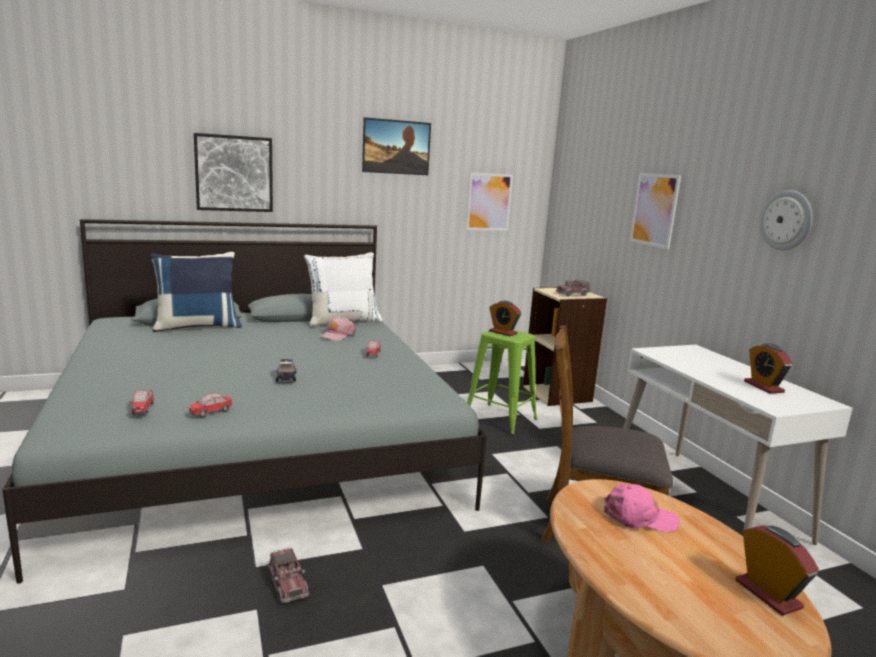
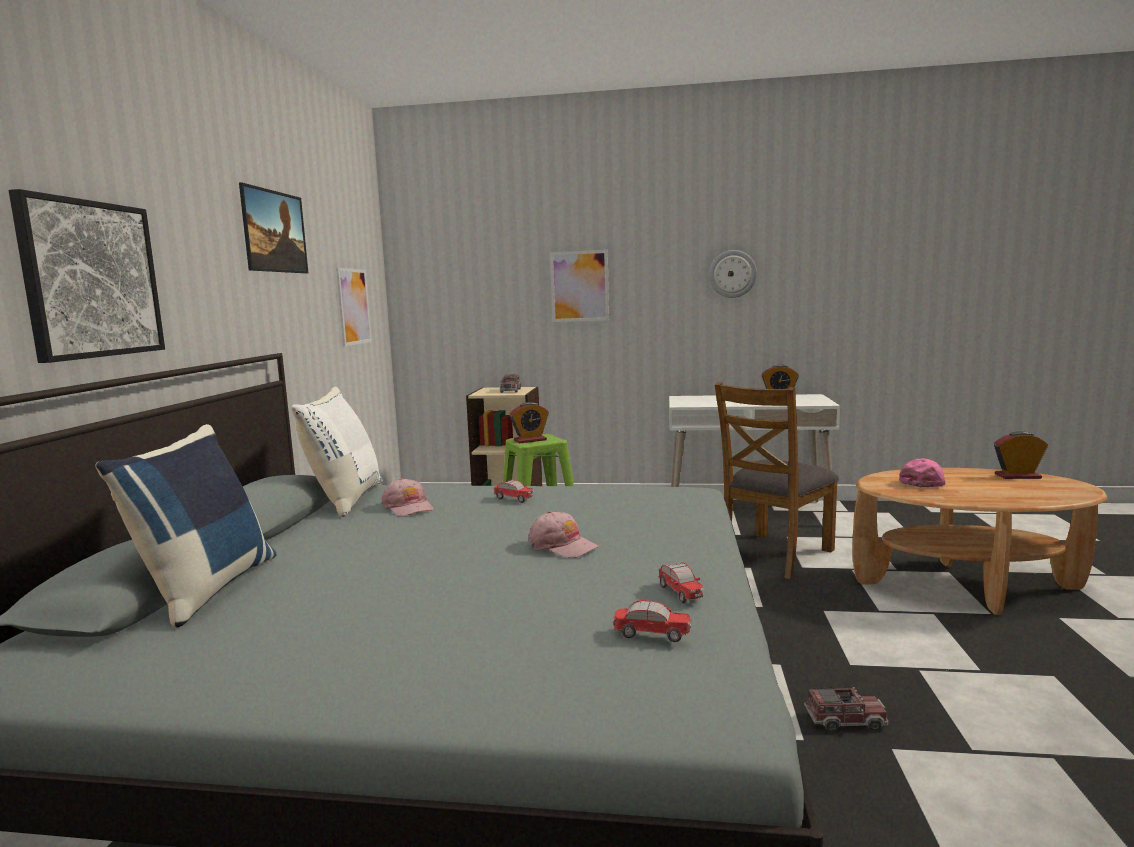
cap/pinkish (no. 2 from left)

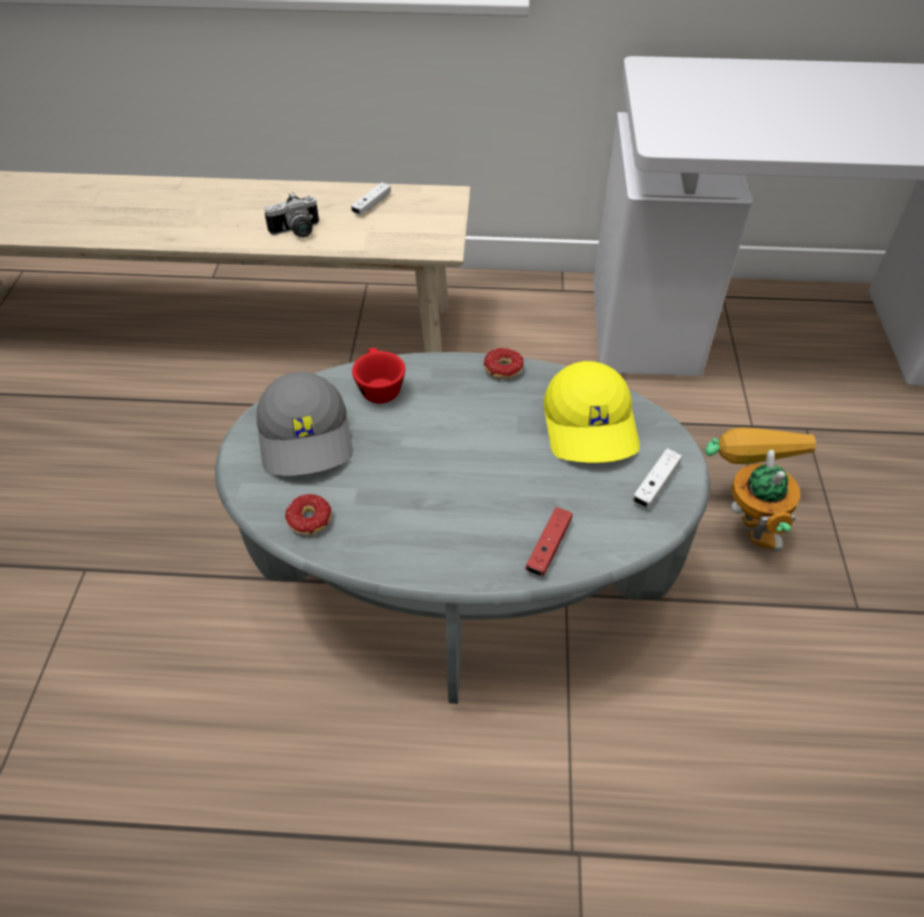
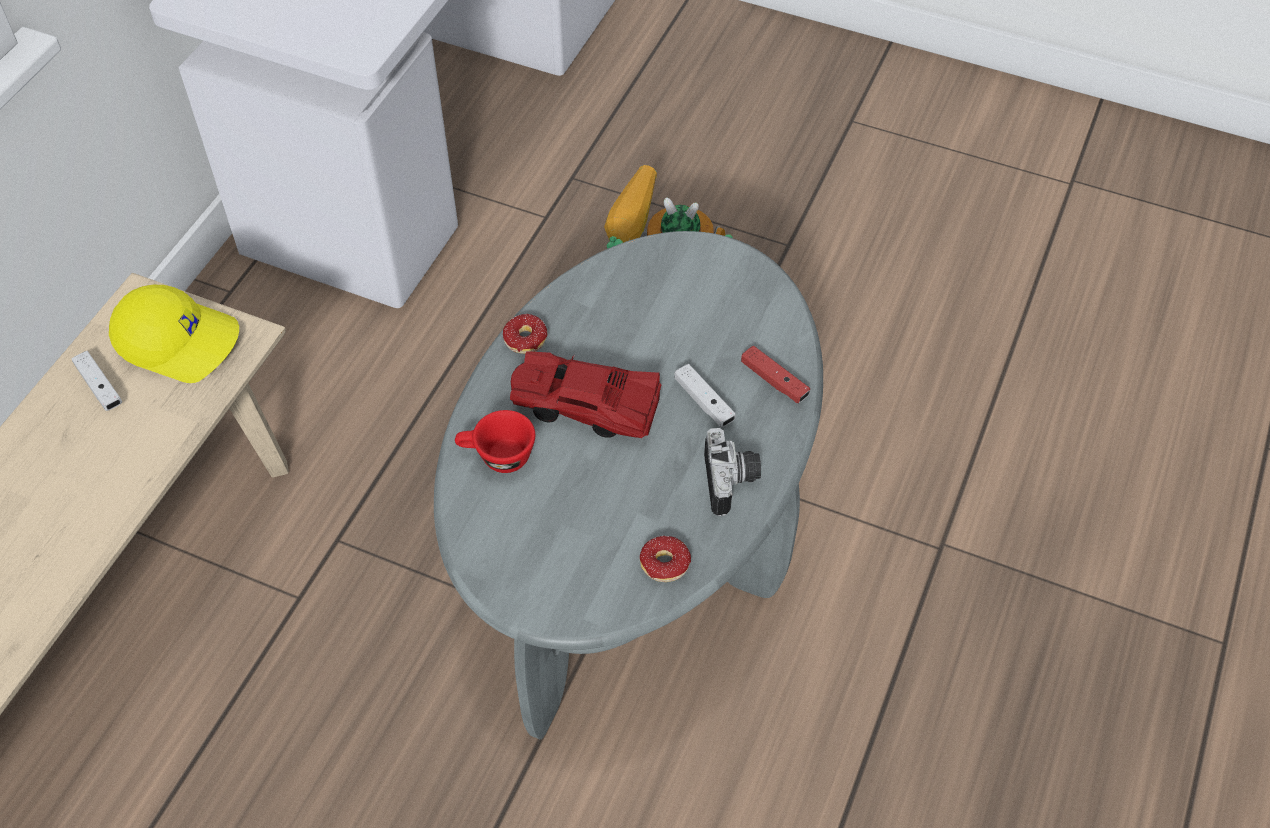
cap/yellow
miniature car/red-coloured
joypad/white (no. 2 from left)
photo camera
cap/greyish

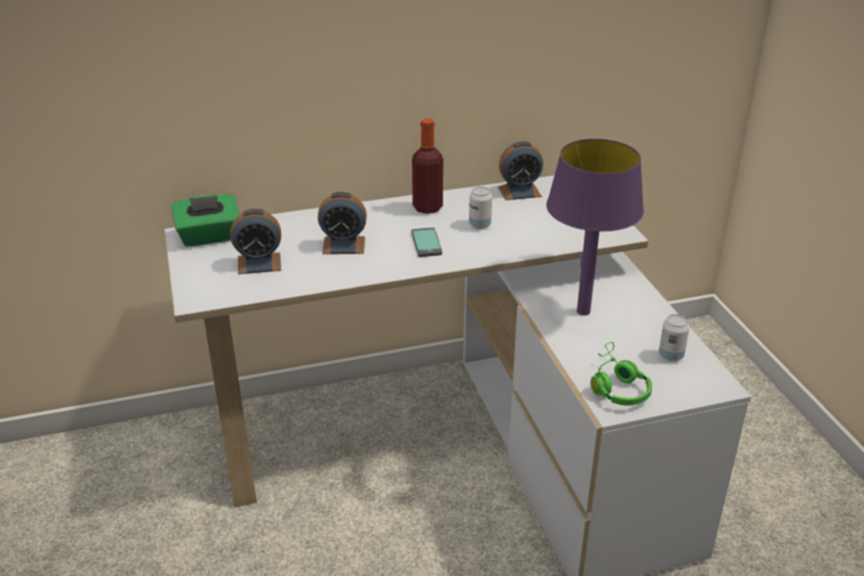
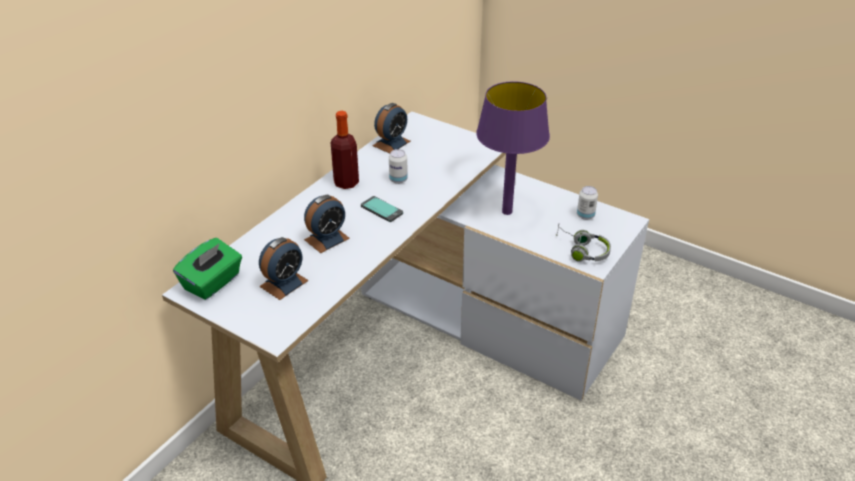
pair of headphones/greyish

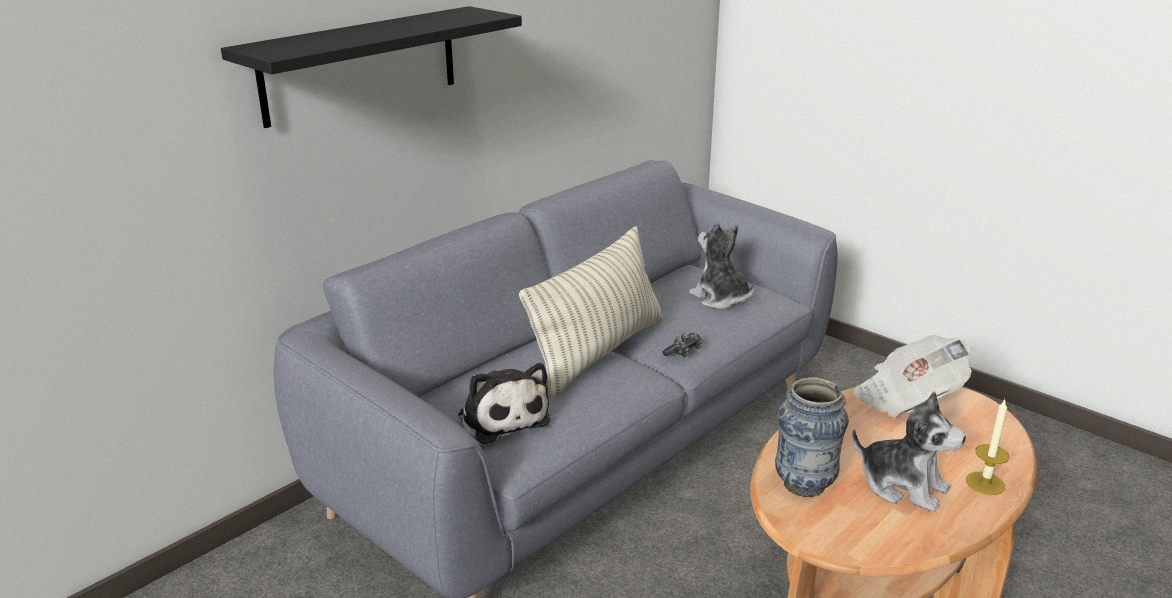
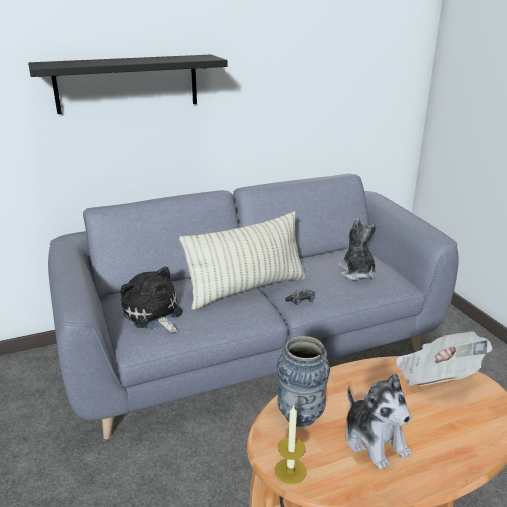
soft toy (no. 1 from left)
candle

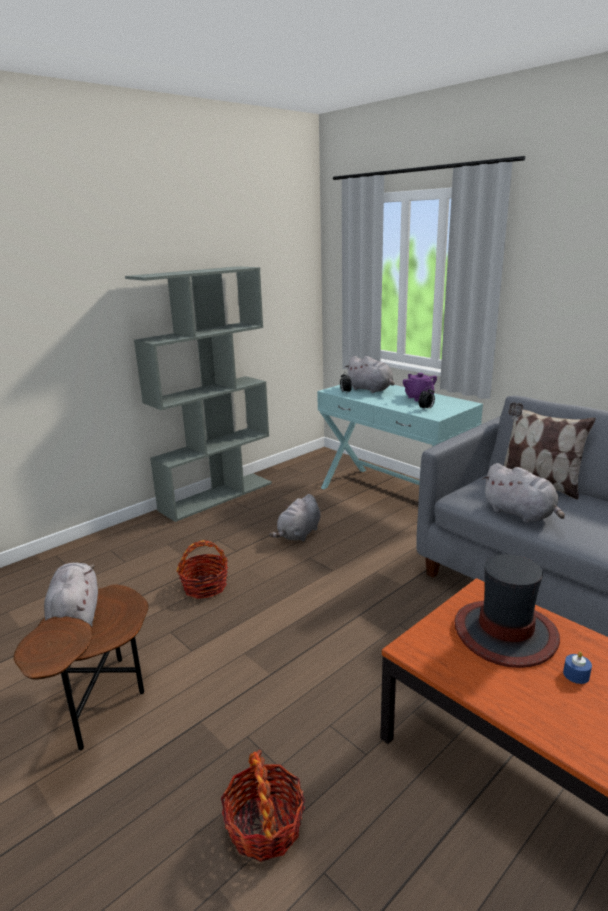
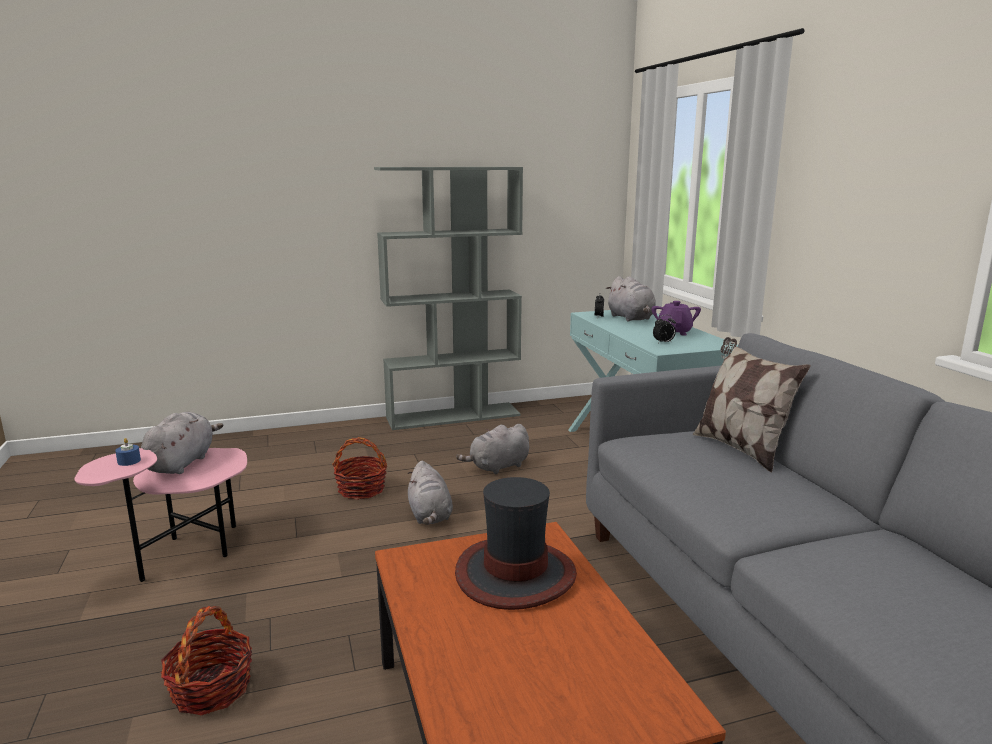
end table/pinkish
candle/blue-coloured
soft toy/greyish (no. 2 from left)

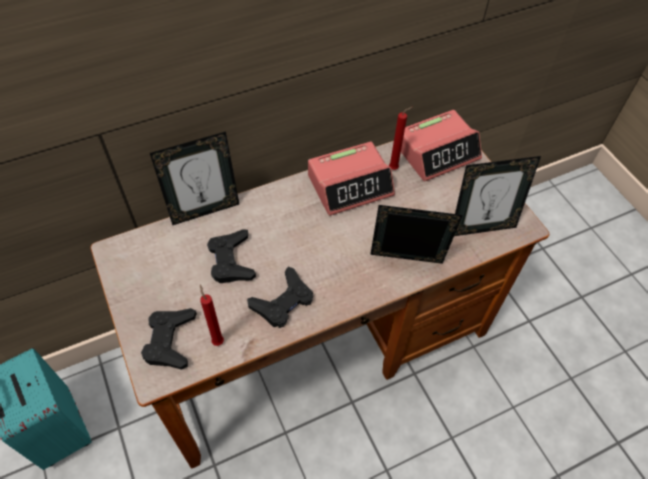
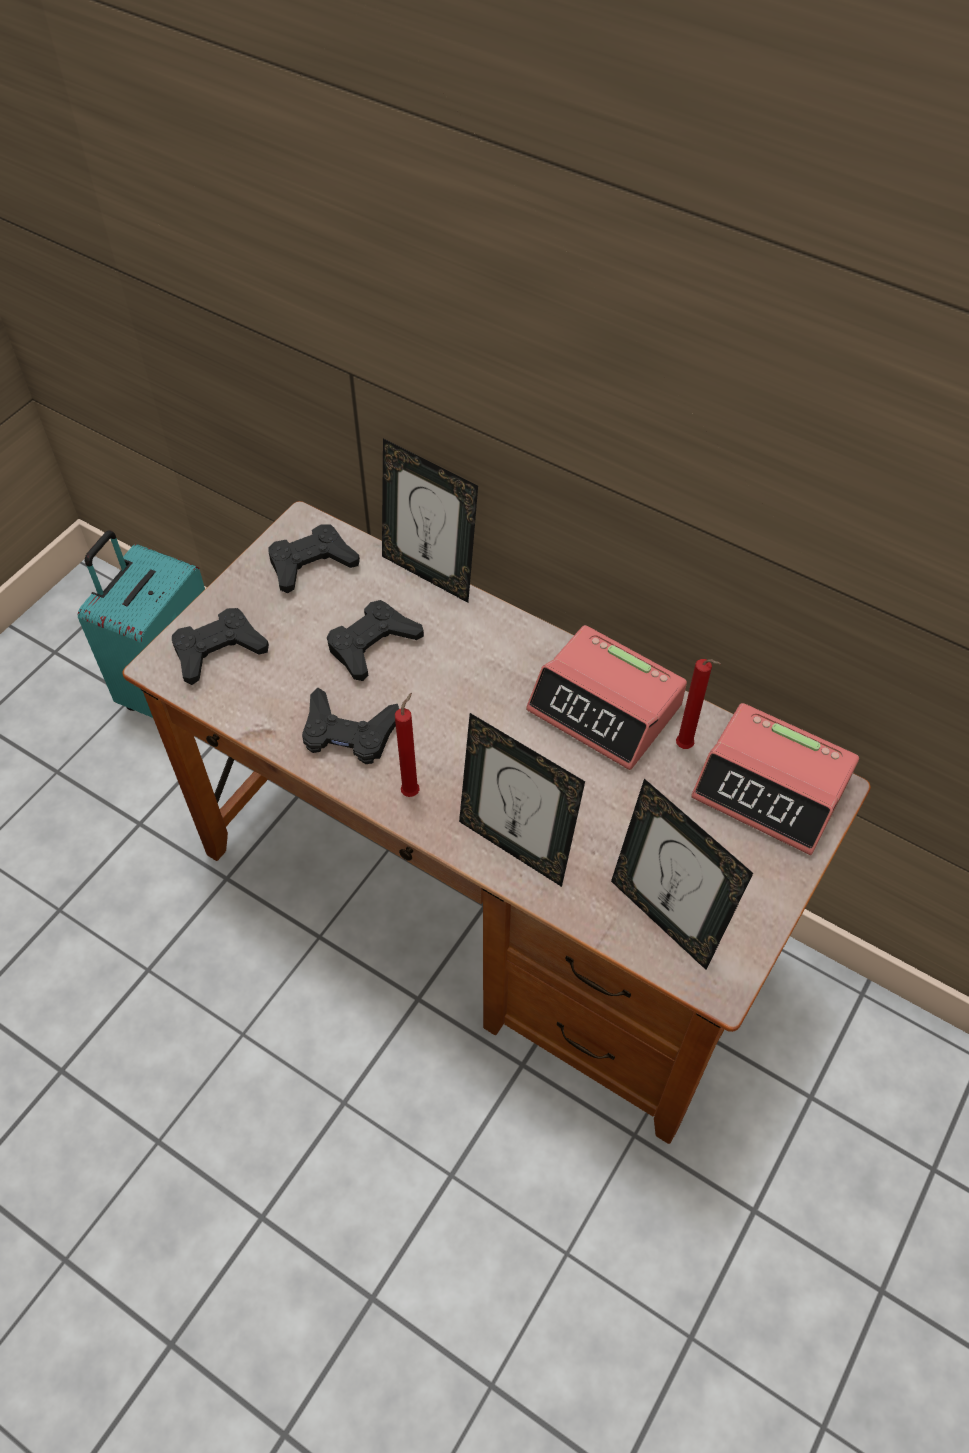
joypad/blackish (no. 2 from left)
candle/red-coloured (no. 1 from left)
picture frame (no. 2 from left)

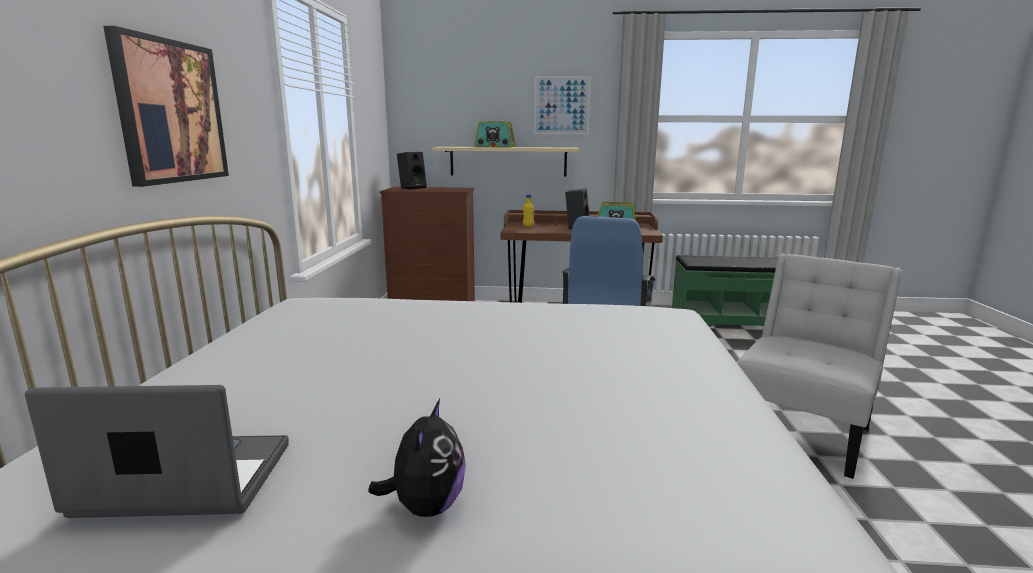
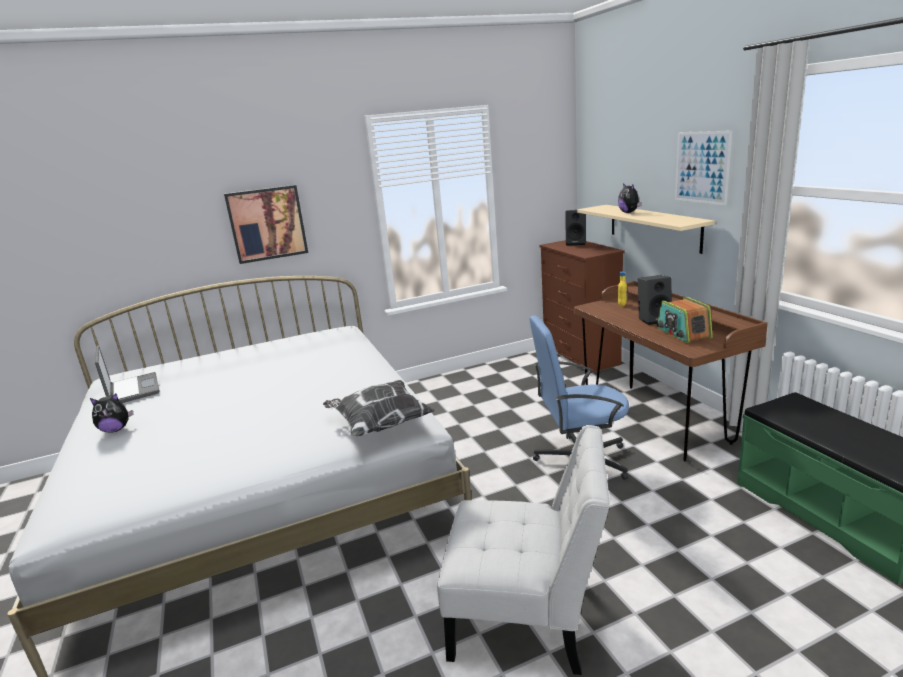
pillow
soft toy (no. 2 from left)

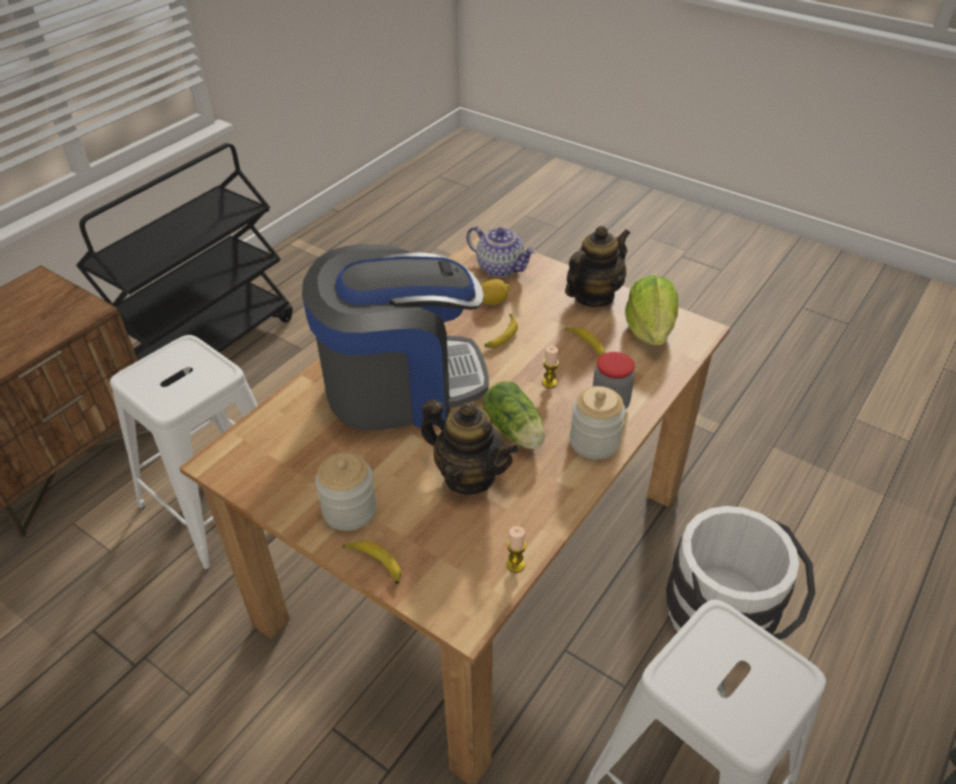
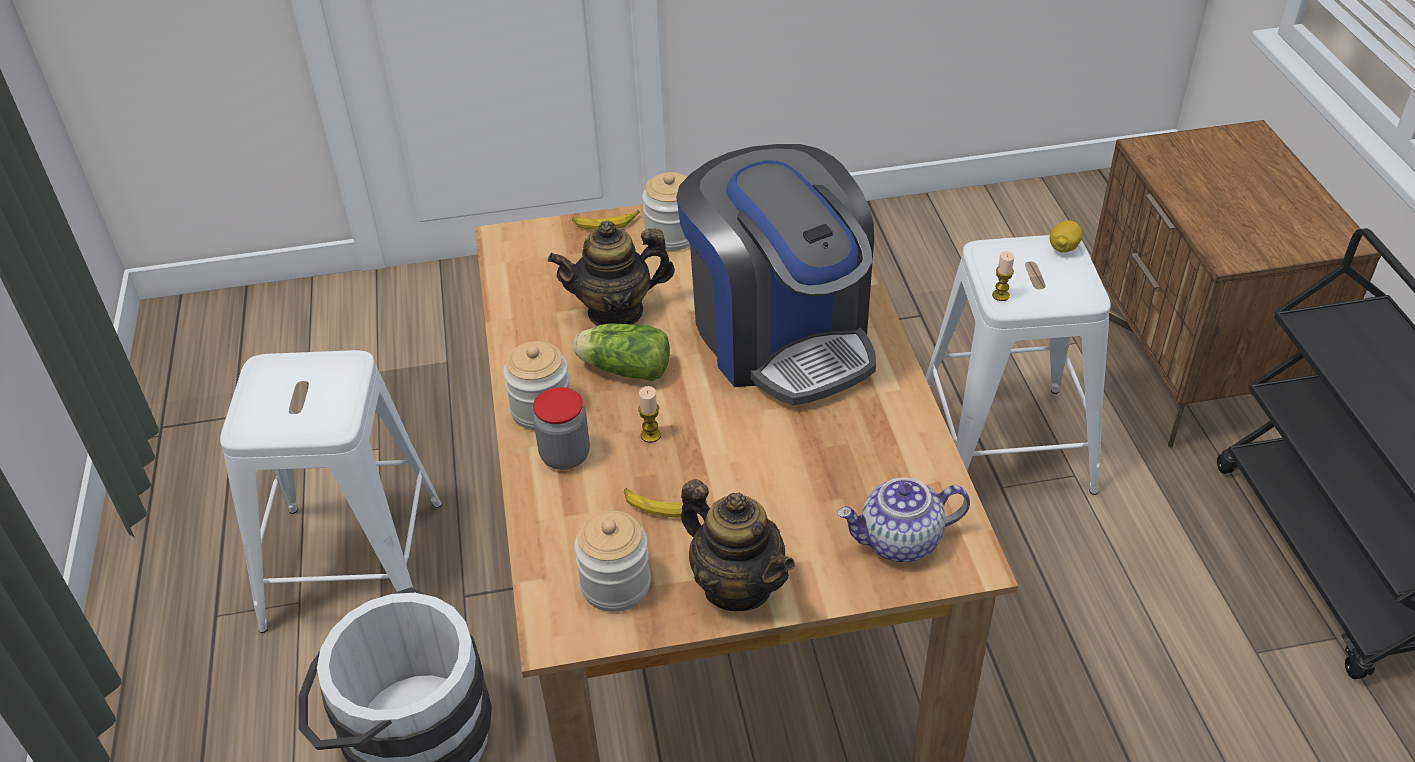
preserve jar (no. 3 from left)
coffee maker
tea pot (no. 2 from left)
candle (no. 2 from left)
whole lemon
banana (no. 2 from left in the first image)

